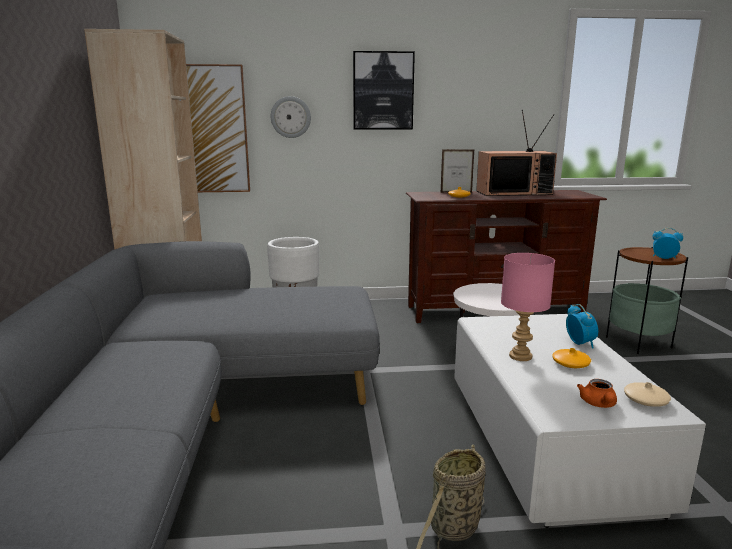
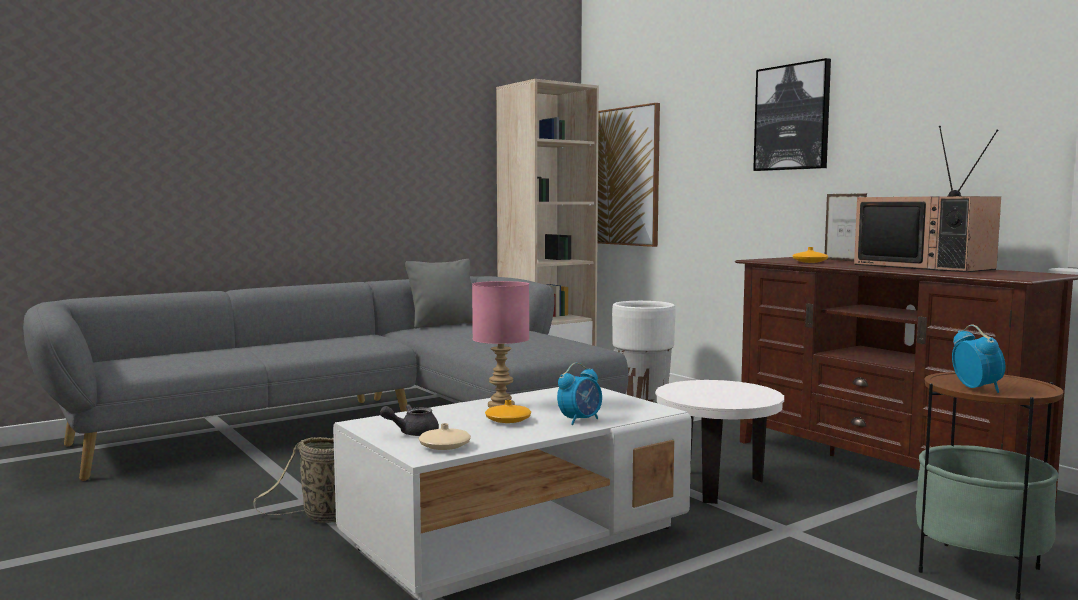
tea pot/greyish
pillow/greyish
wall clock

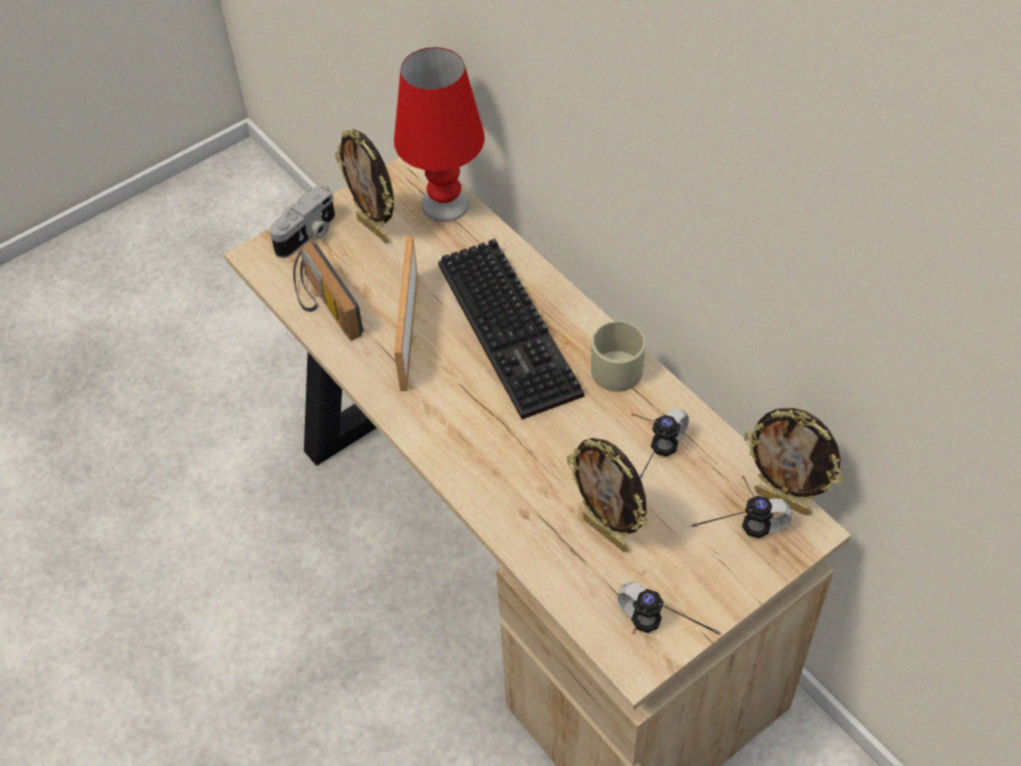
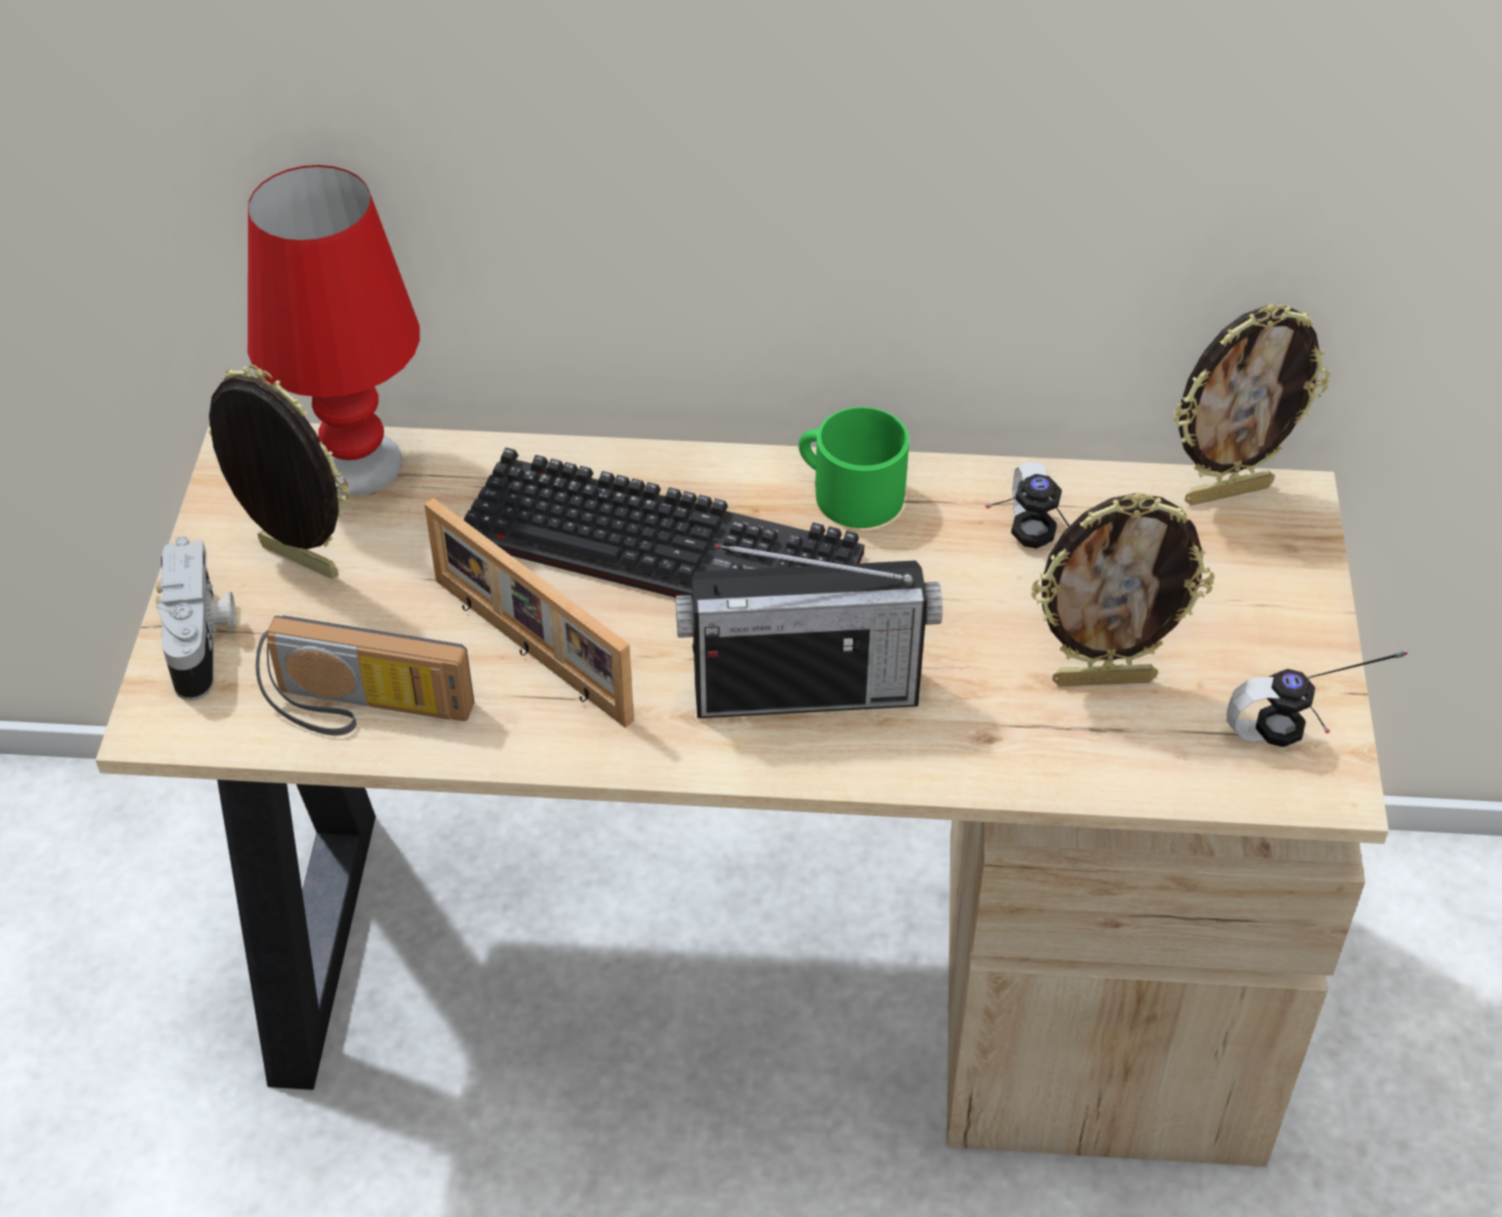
picture frame (no. 1 from left)
radio receiver (no. 2 from left)
tea mug/greenish
pair of headphones (no. 3 from left in the first image)

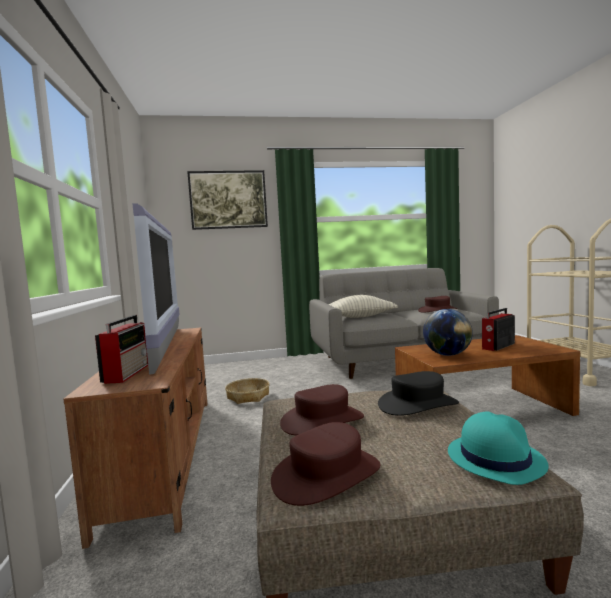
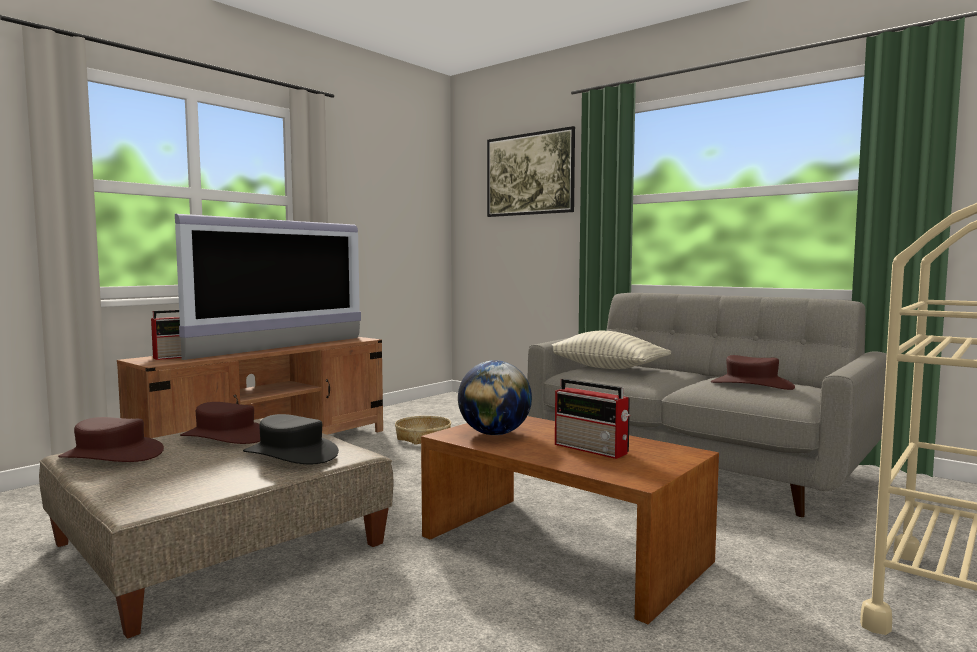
radio receiver (no. 2 from left)
wearable hat/turquoise-coloured

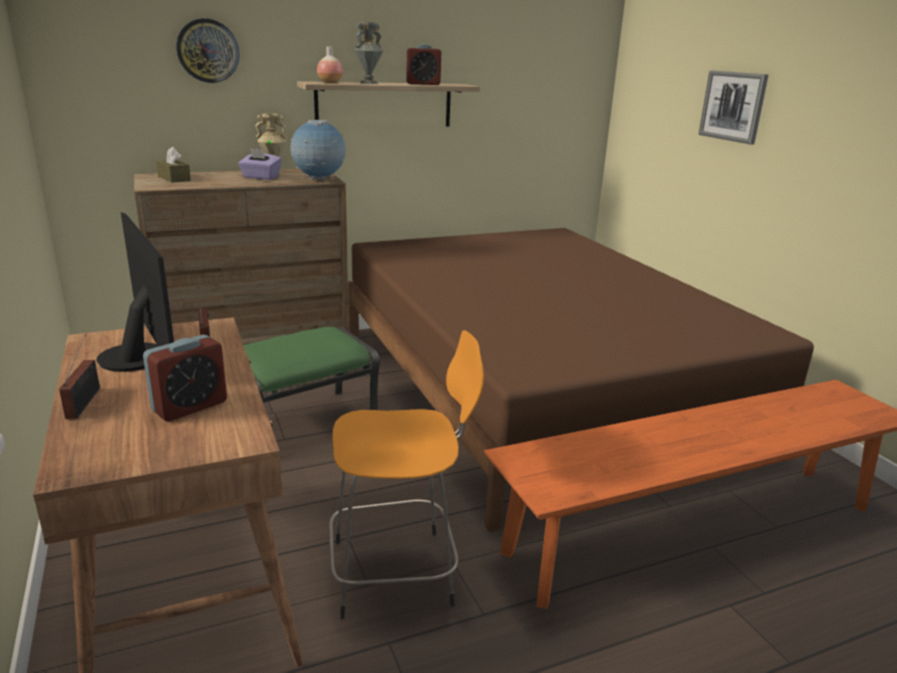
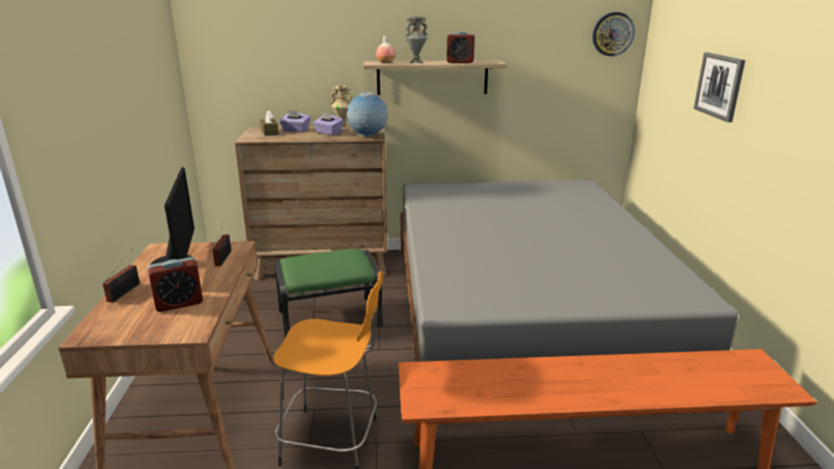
tissue holder/purple-coloured (no. 1 from left)
bedroom bed/greyish
wall clock

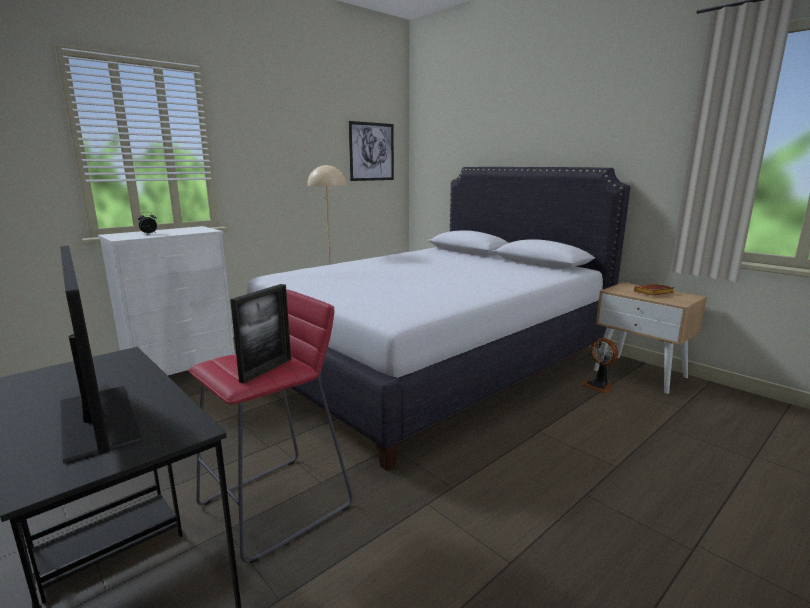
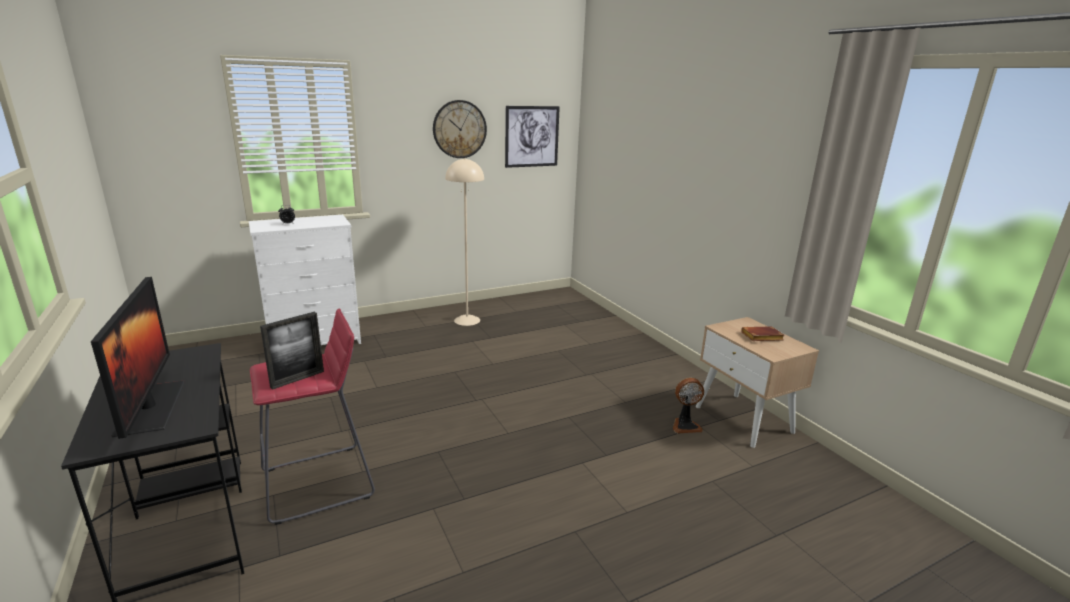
wall clock
fan
bedroom bed/white

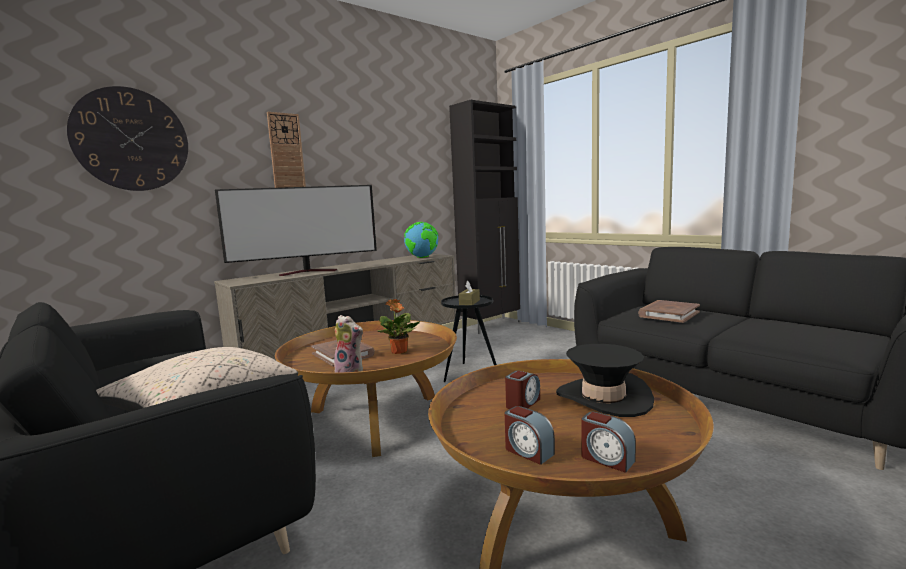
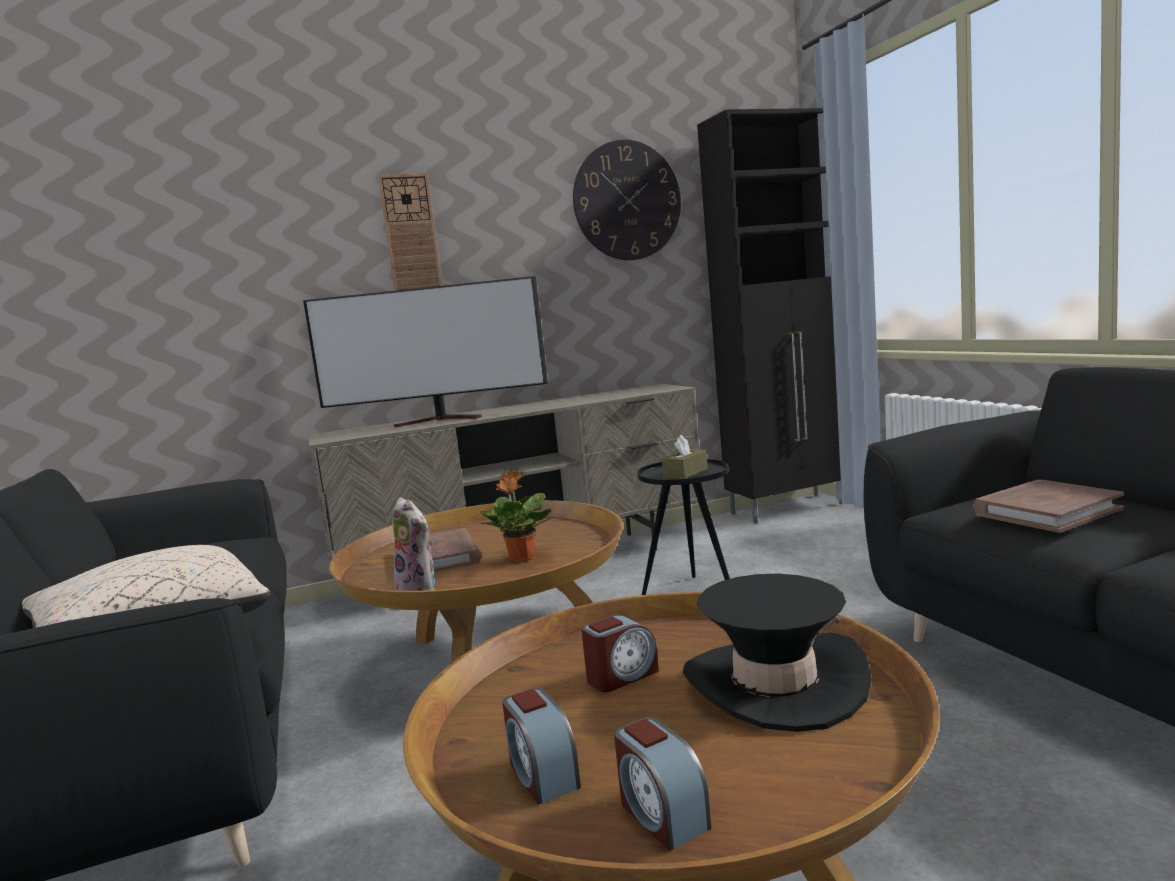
wall clock (no. 2 from left)
world globe

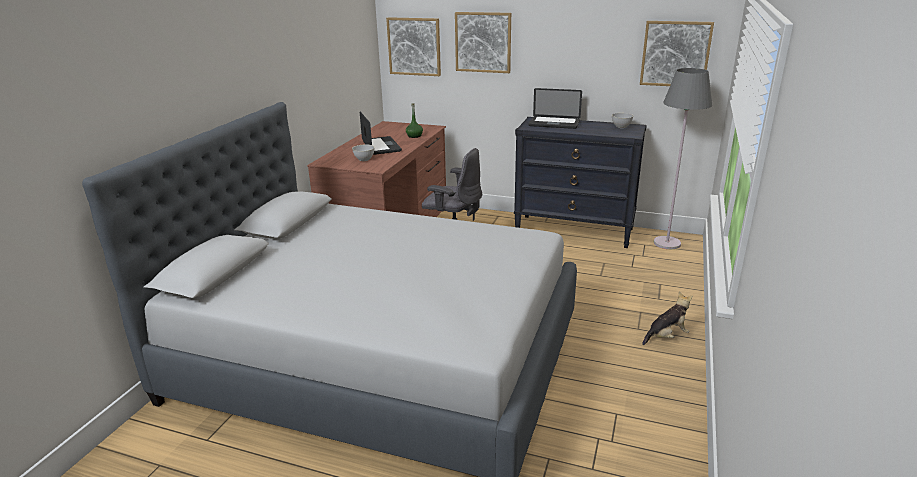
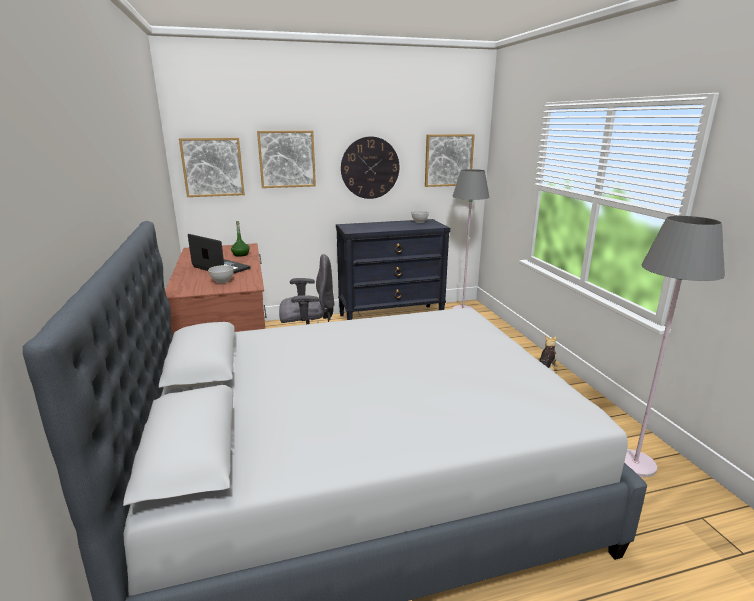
wall clock
standard lamp/greyish (no. 2 from left)
laptop (no. 2 from left in the first image)

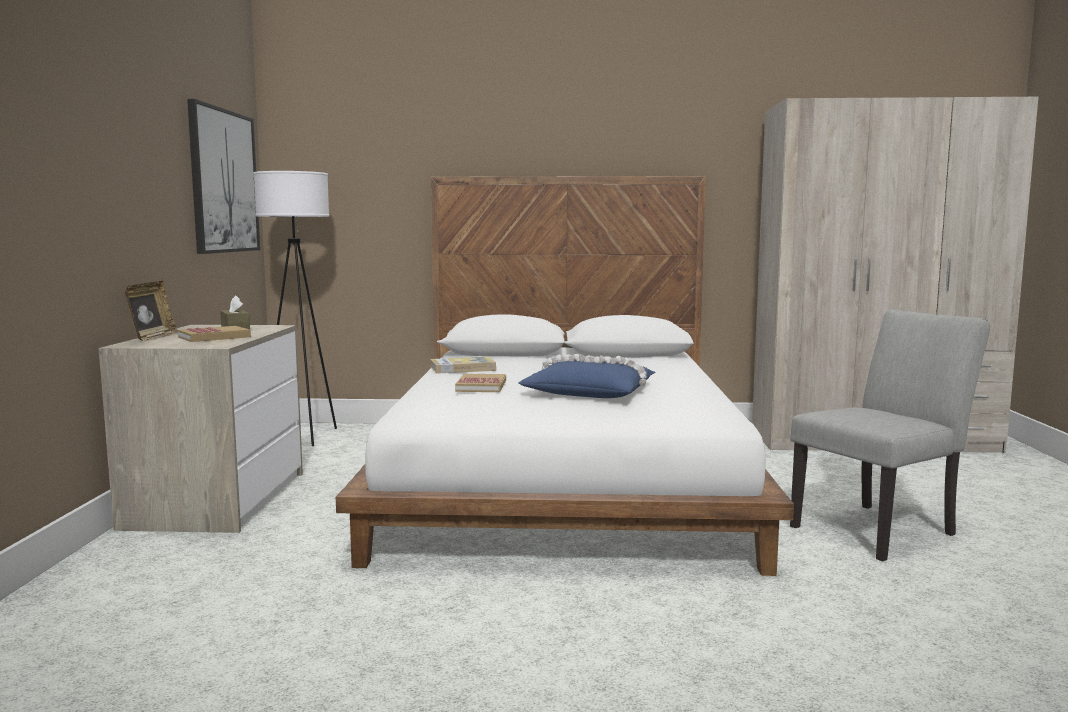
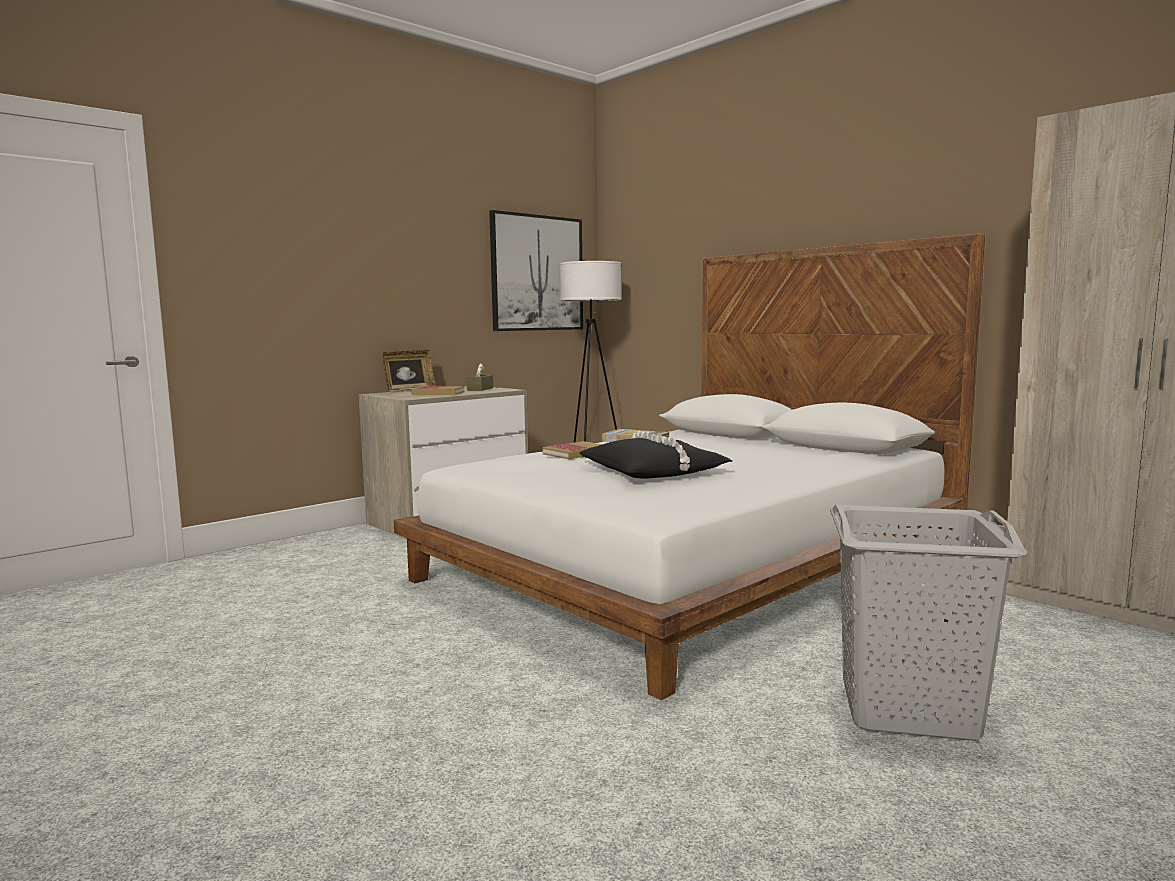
pillow/blackish
laundry basket/greyish

